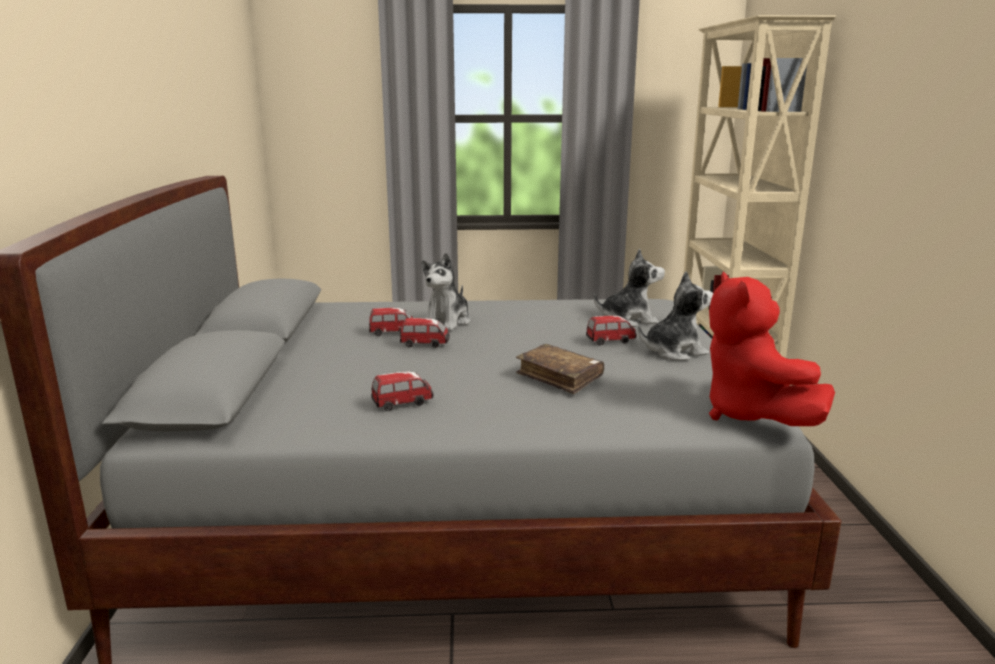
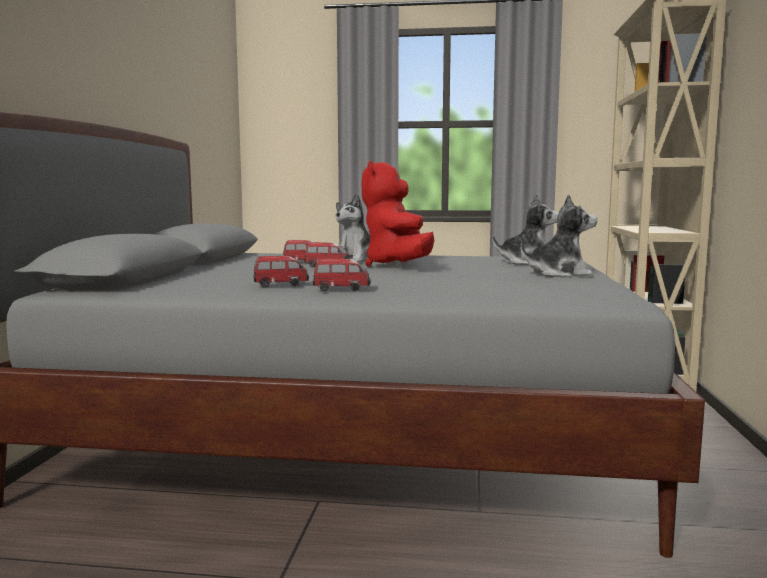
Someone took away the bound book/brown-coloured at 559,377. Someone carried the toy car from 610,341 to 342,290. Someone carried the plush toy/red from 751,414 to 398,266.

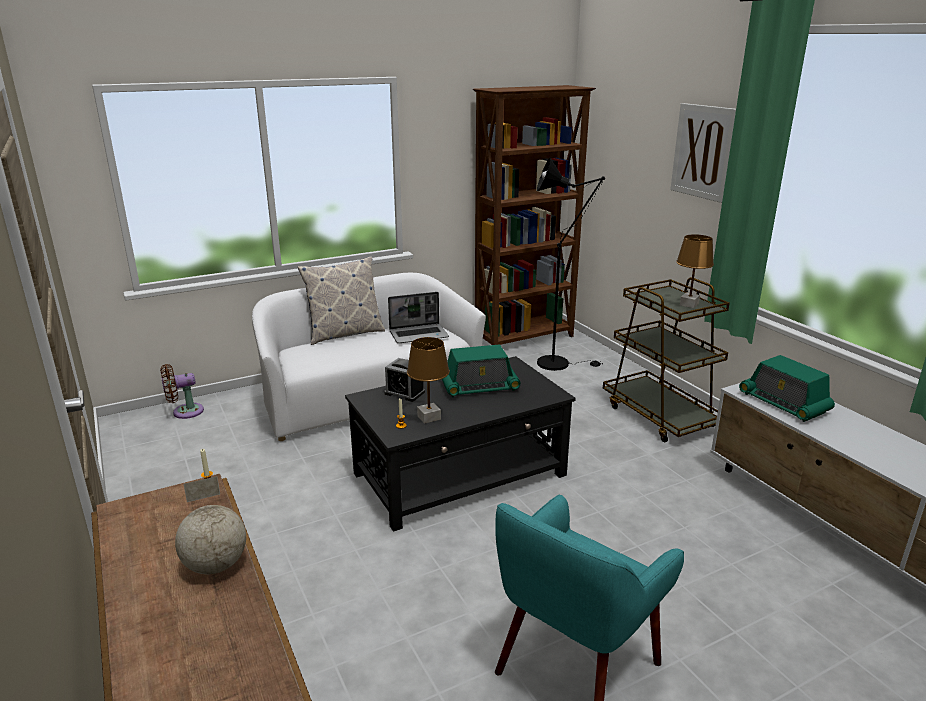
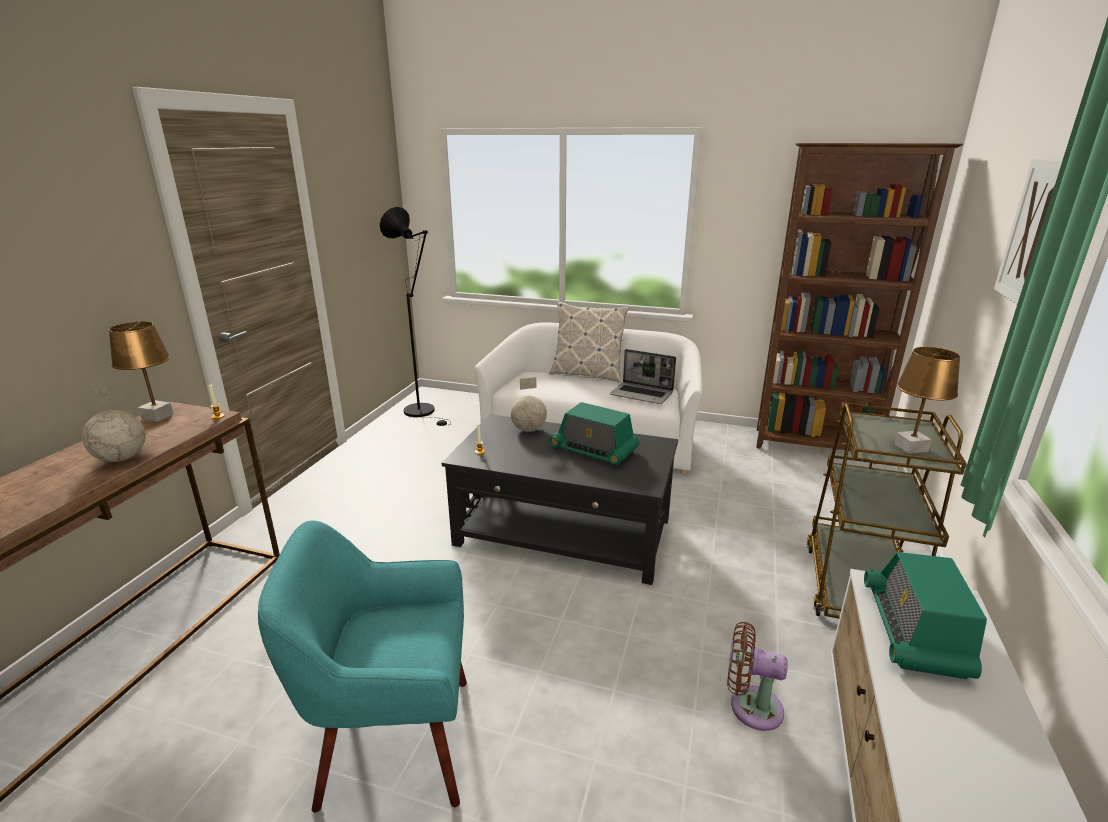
Someone carried the cooling fan/brown-coloured from 184,412 to 750,706. Someone swapped the table clock at 404,393 for the globe at 529,430. Someone carried the table lamp/brown-coloured from 429,418 to 157,416. Someone carried the standing lamp/black from 559,363 to 423,412.

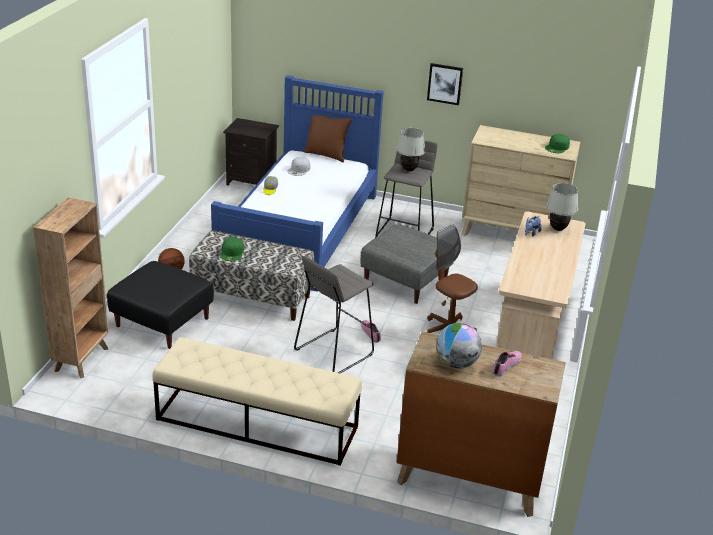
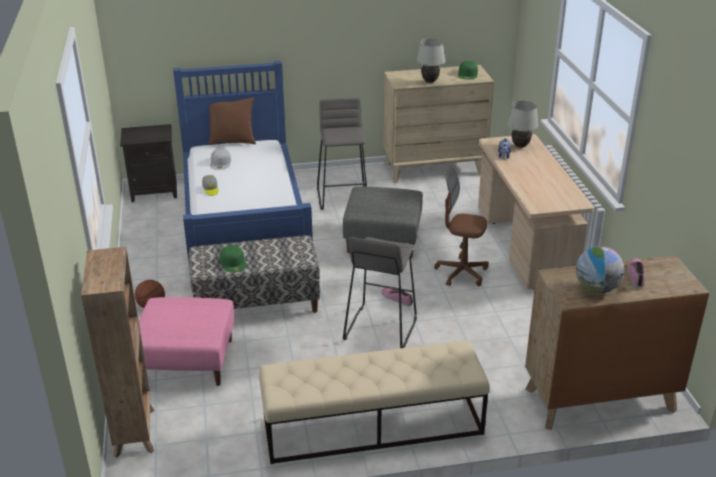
Someone repainted the pouffe/black at 163,322, which became the pouffe/pink at 188,360. Someone carried the table lamp/white-coloured from 408,170 to 429,81. Someone took away the picture at 445,83.

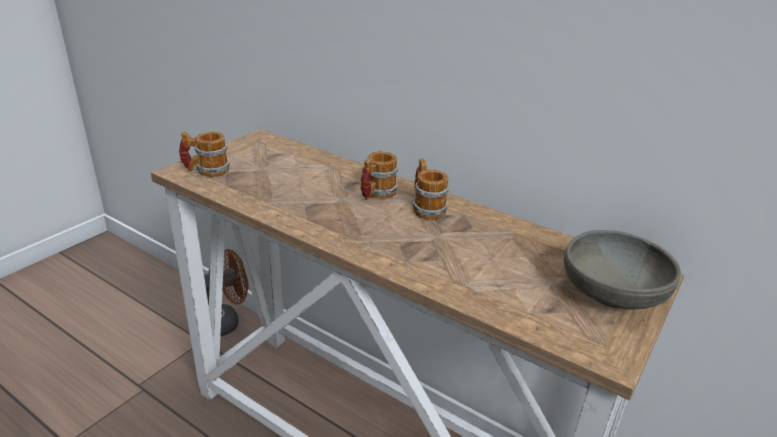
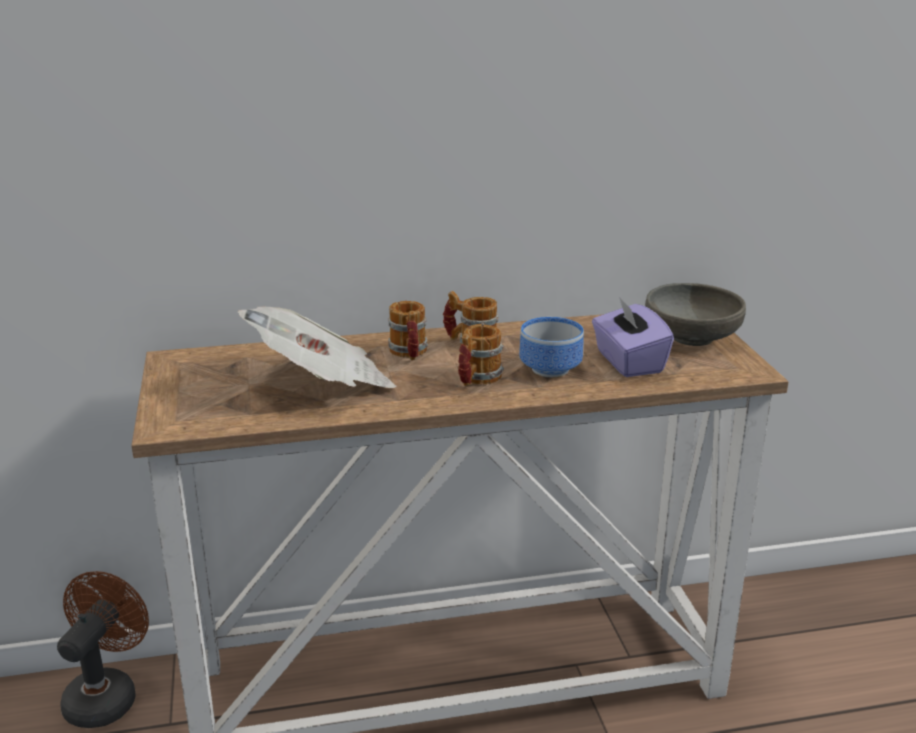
Someone carried the mug from 206,171 to 477,379. Someone put down the printed paper at 322,384. Someone put down the serving bowl at 550,370. Someone put down the box of tissues/purplish at 628,362.

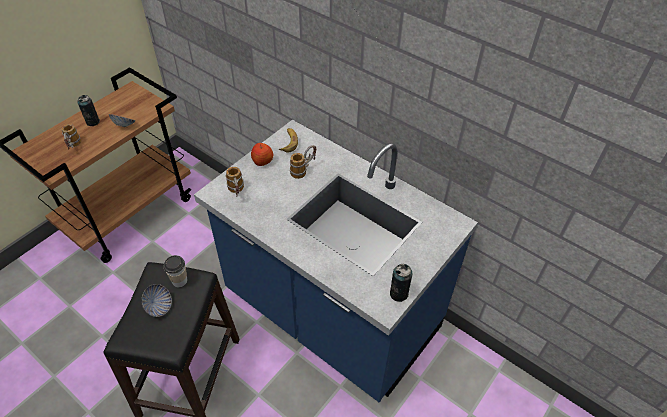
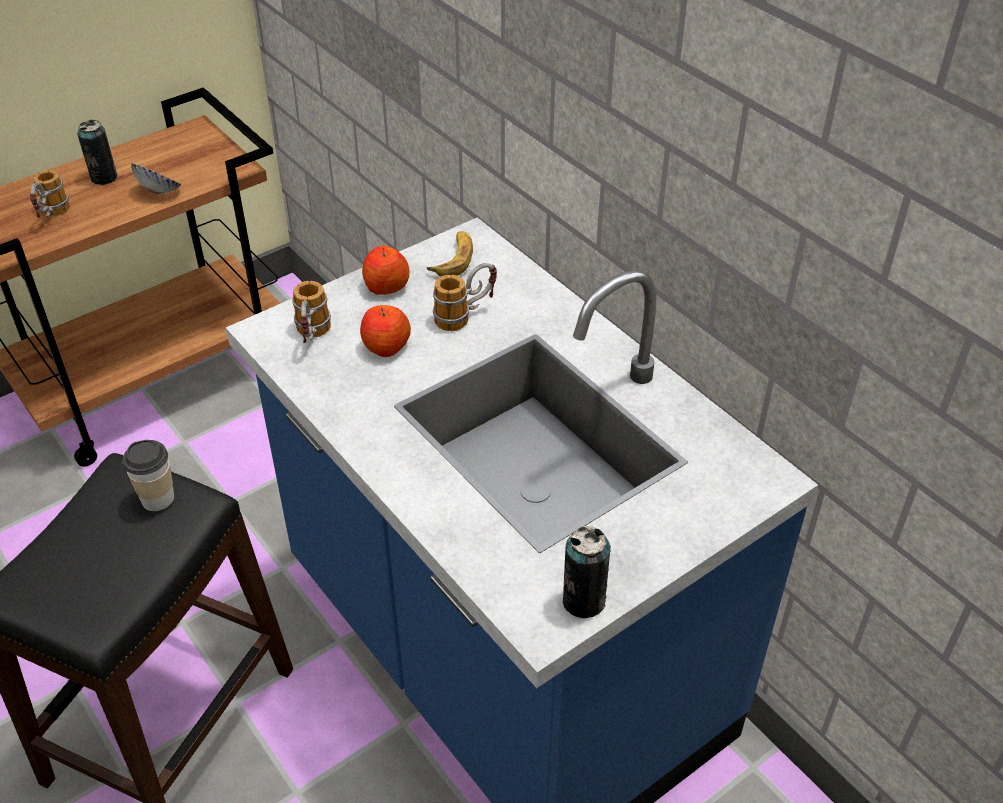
Someone took away the serving bowl at 159,307. Someone put down the apple at 386,346.

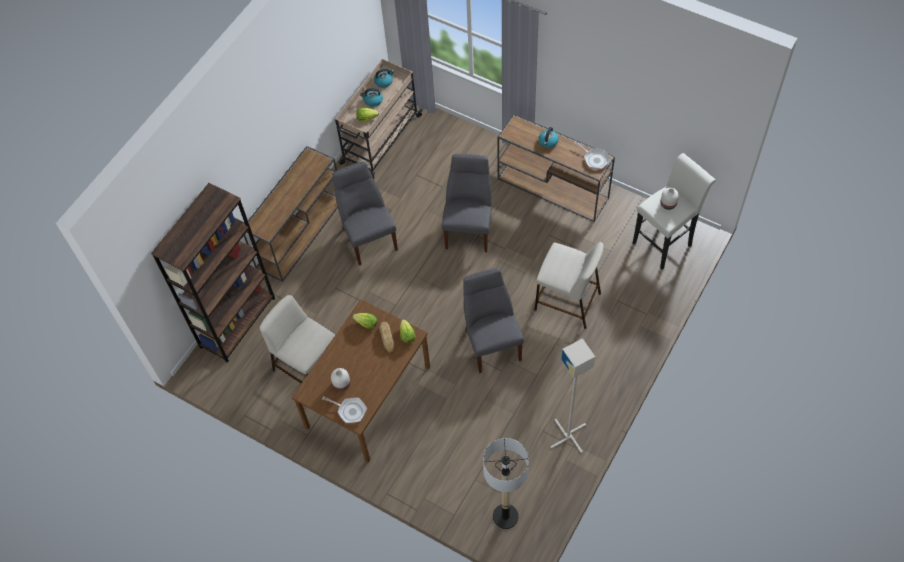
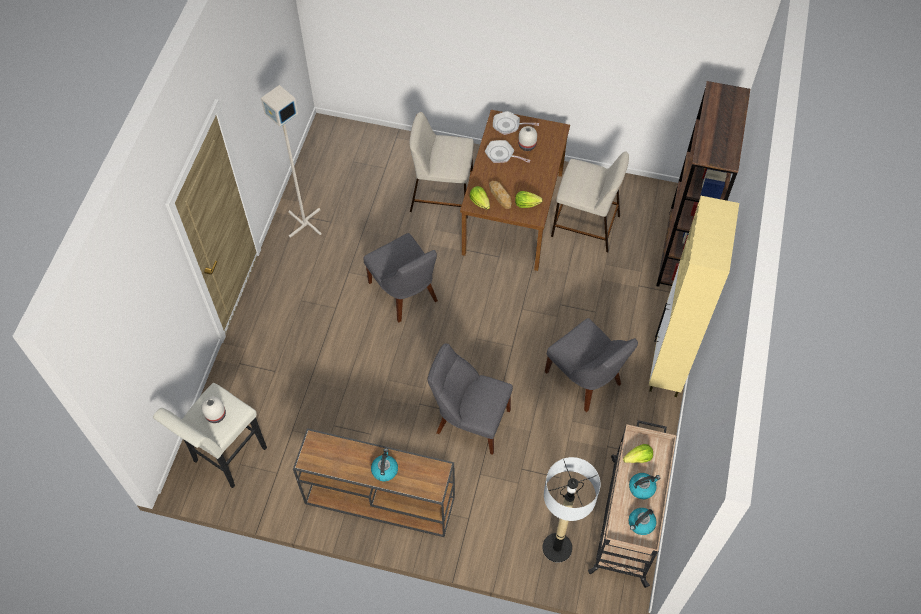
Someone swapped the hall table/brown-coloured at 300,232 for the cupboard/beige at 667,366. Someone rotated the chair/gray at 469,227 by 120 degrees clockwise. Someone carried the standing lamp from 505,516 to 557,547. Someone carried the stool seat/beige from 566,301 to 443,196. Someone carried the skillet from 594,159 to 502,154.

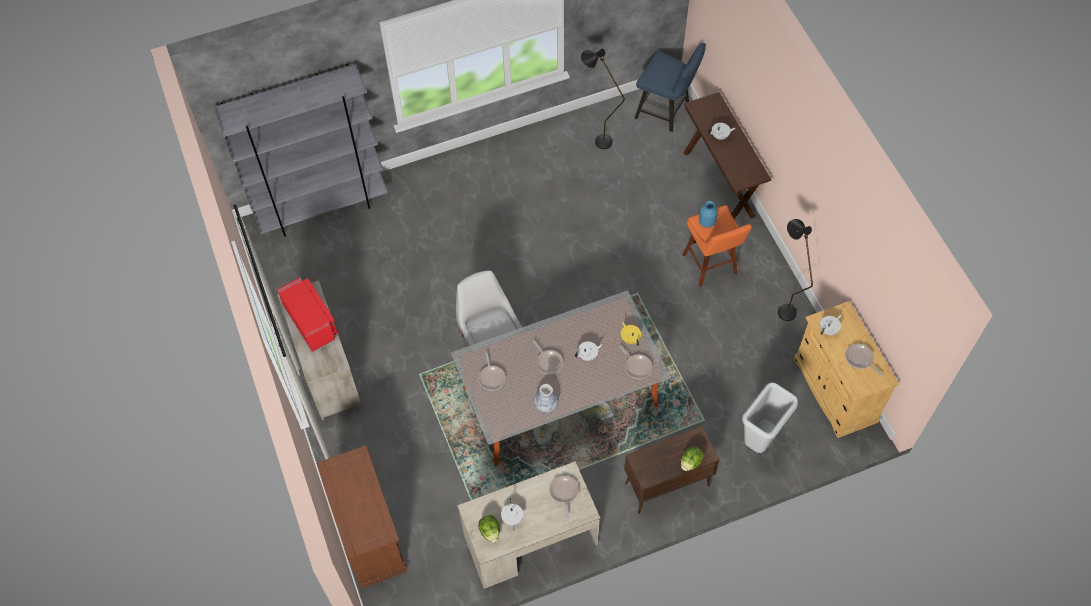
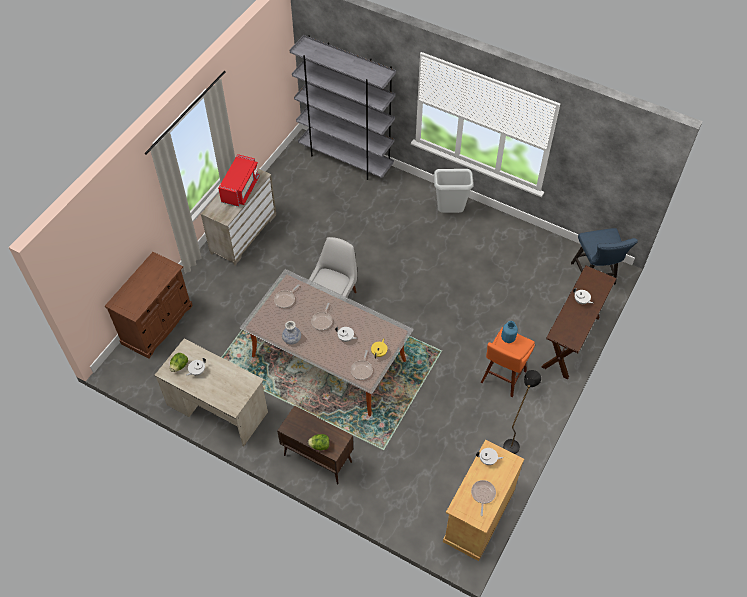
Someone took away the skillet at 563,493. Someone took away the standing lamp/black at 597,139. Someone carried the trash can/gray from 760,440 to 449,212.

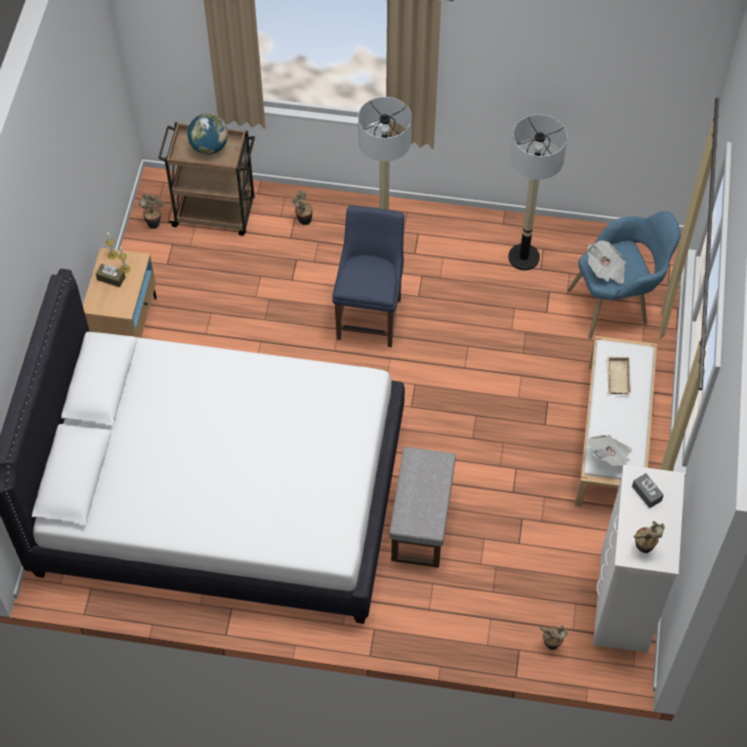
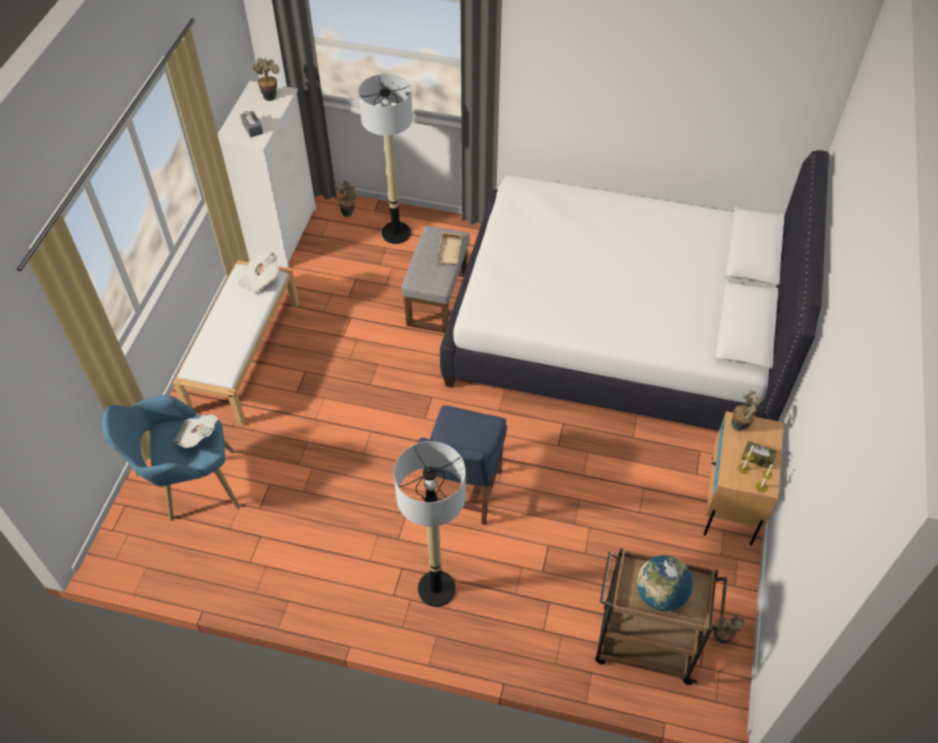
Someone carried the plant in a pot from 303,220 to 740,426. Someone carried the standing lamp from 523,257 to 396,233. Someone carried the carrying tray/beige from 616,377 to 450,252.

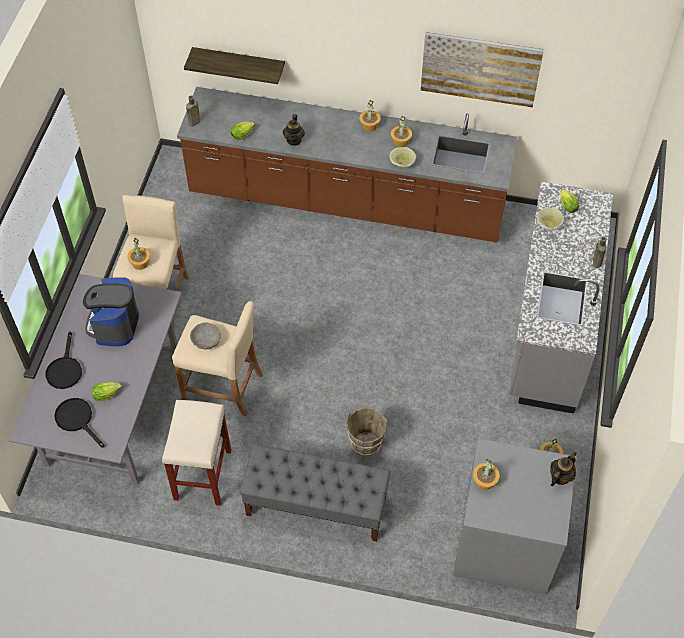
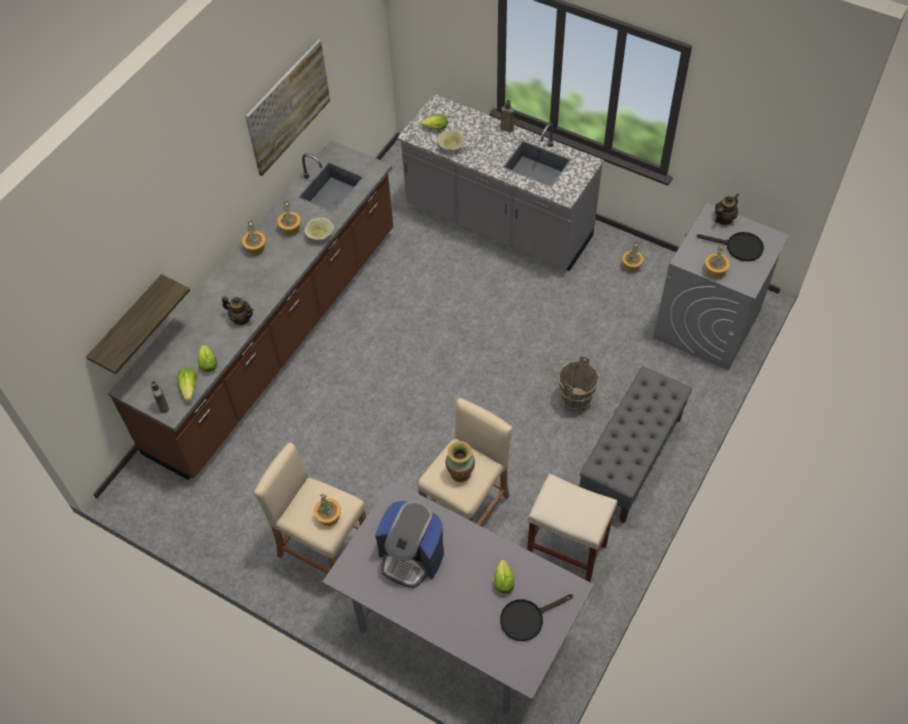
Someone carried the skillet/black from 64,369 to 738,247. Someone swapped the serving bowl/gray at 206,340 for the decorative vase at 460,473. Someone rotated the teapot at 560,477 by 75 degrees clockwise. Someone put down the head of lettuce at 189,388.

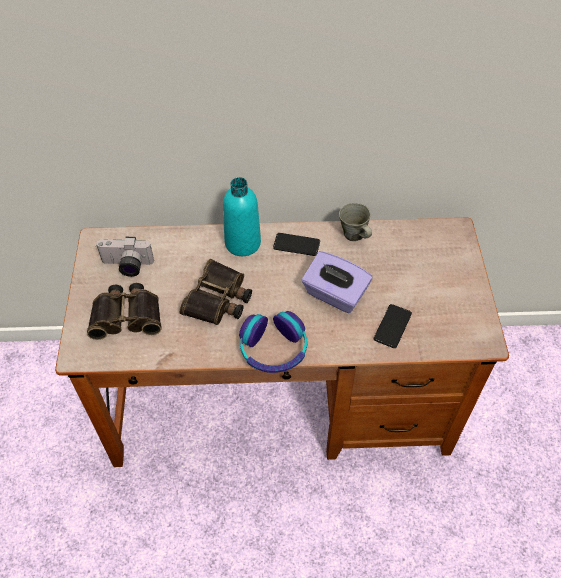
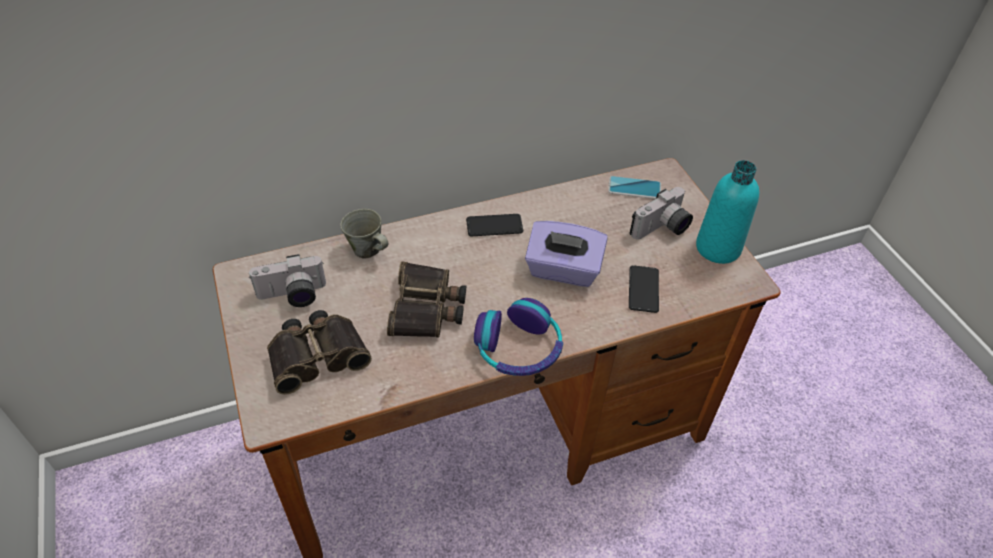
Someone carried the beverage bottle/blue-green from 242,243 to 718,248. Someone carried the mug/gray from 354,235 to 367,250. Someone put down the handset at 634,188. Someone put down the still camera at 662,229.

